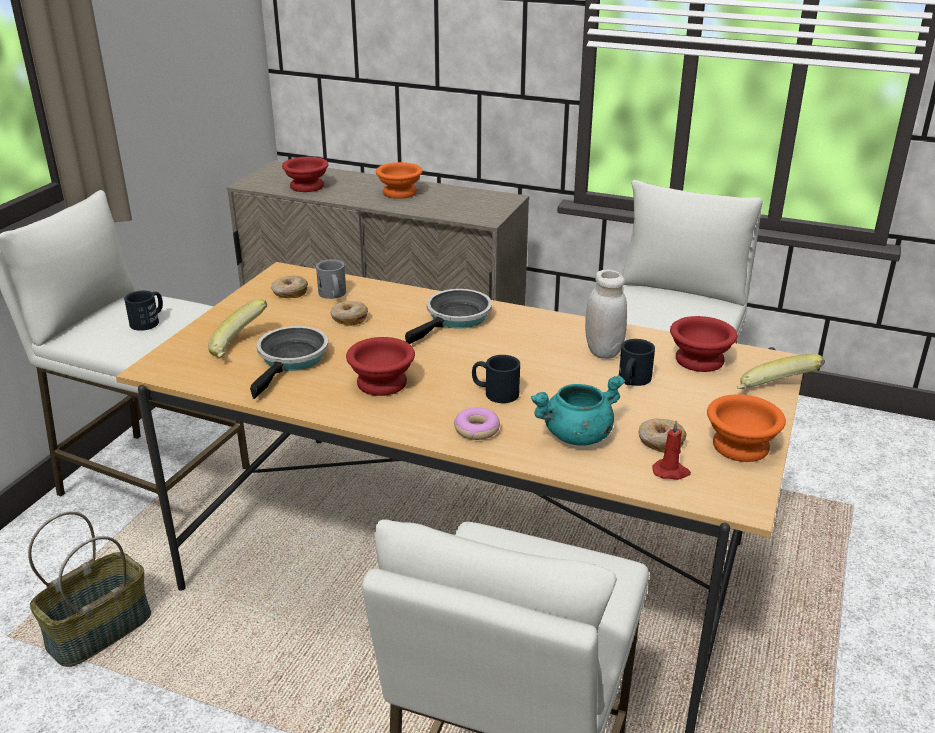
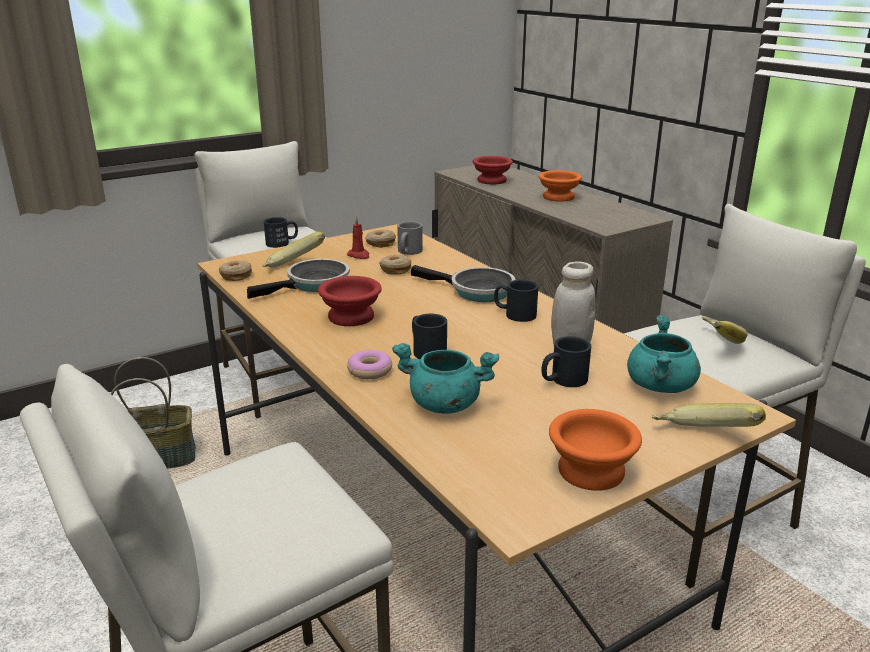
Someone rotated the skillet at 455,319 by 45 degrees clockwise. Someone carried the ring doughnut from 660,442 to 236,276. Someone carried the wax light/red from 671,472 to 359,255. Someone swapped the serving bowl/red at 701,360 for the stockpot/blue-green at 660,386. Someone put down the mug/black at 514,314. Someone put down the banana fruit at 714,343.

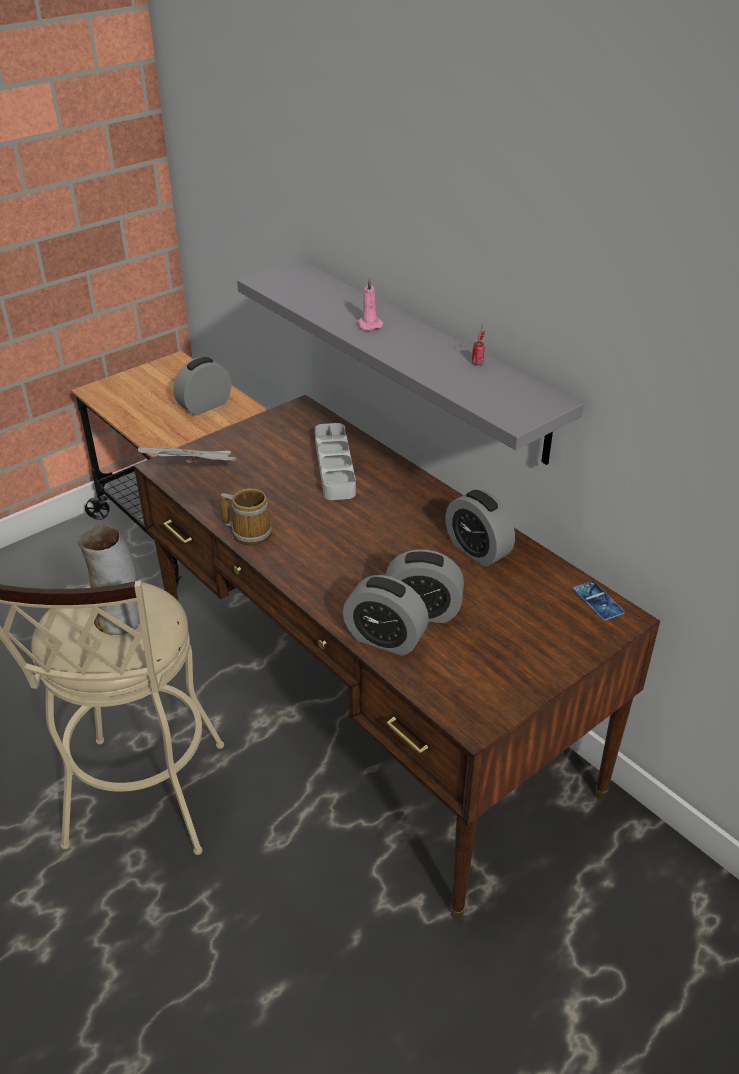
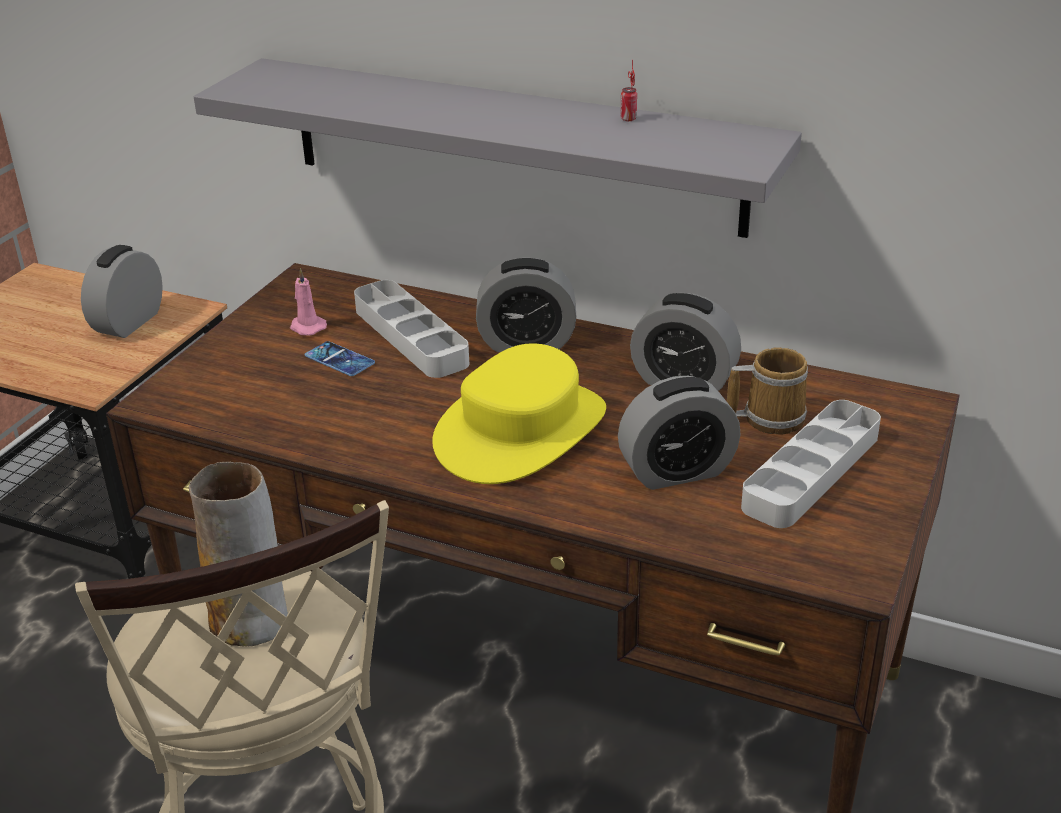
Someone took away the printed paper at 195,475. Someone carried the mug from 250,532 to 769,417. Someone carried the table clock from 385,639 to 527,342. Someone carried the wax light/pink from 368,324 to 307,327. Someone carried the handset from 598,601 to 339,359. Someone put down the hat/yellow-coloured at 521,431. Someone put down the carrying tray/gray at 811,471.

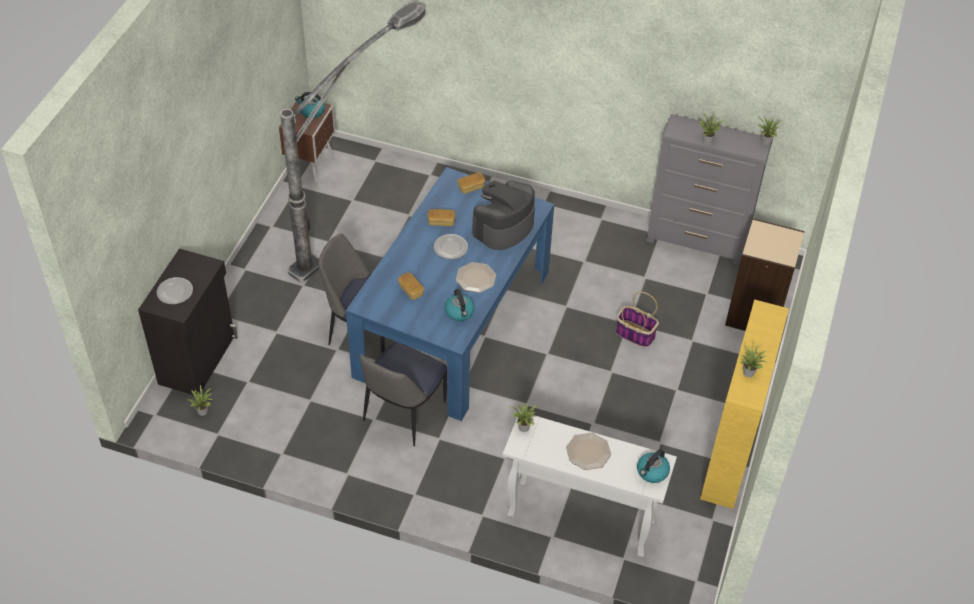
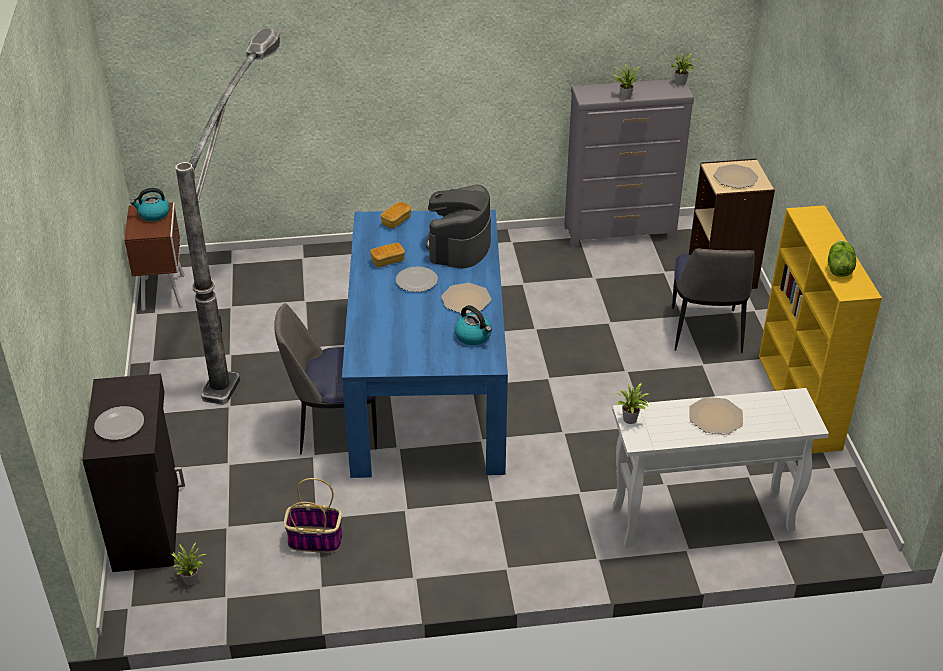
Someone carried the chair from 403,413 to 705,332. Someone took away the baked bread at 411,290. Someone carried the basket from 634,334 to 314,540. Someone took away the kettle at 652,472. Someone swapped the plant in a pot at 749,372 for the head of lettuce at 838,269. Someone put down the plate at 735,177.

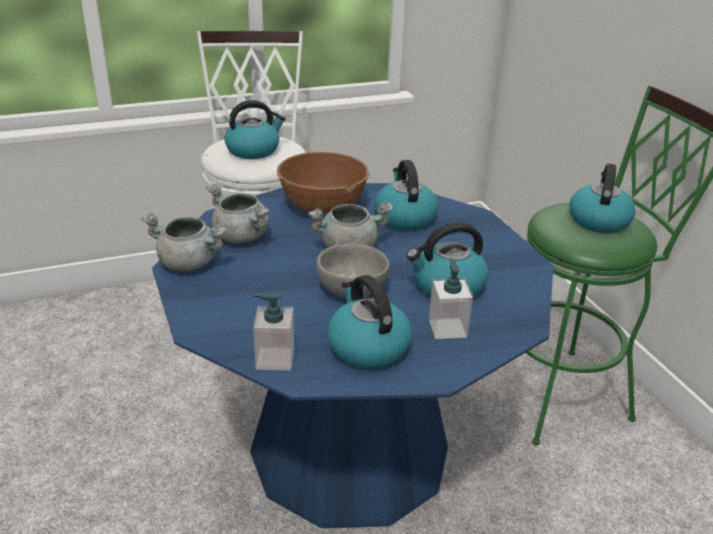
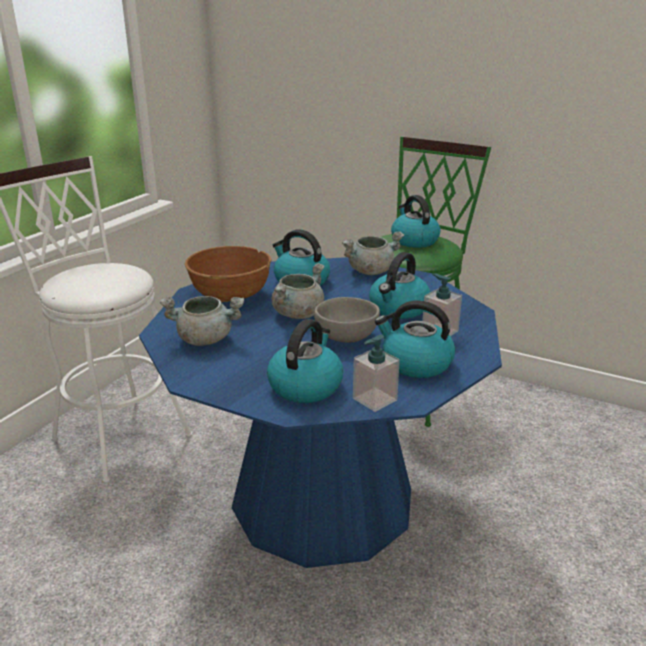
Someone carried the stockpot/gray from 189,263 to 371,271. Someone carried the kettle from 253,150 to 305,385.

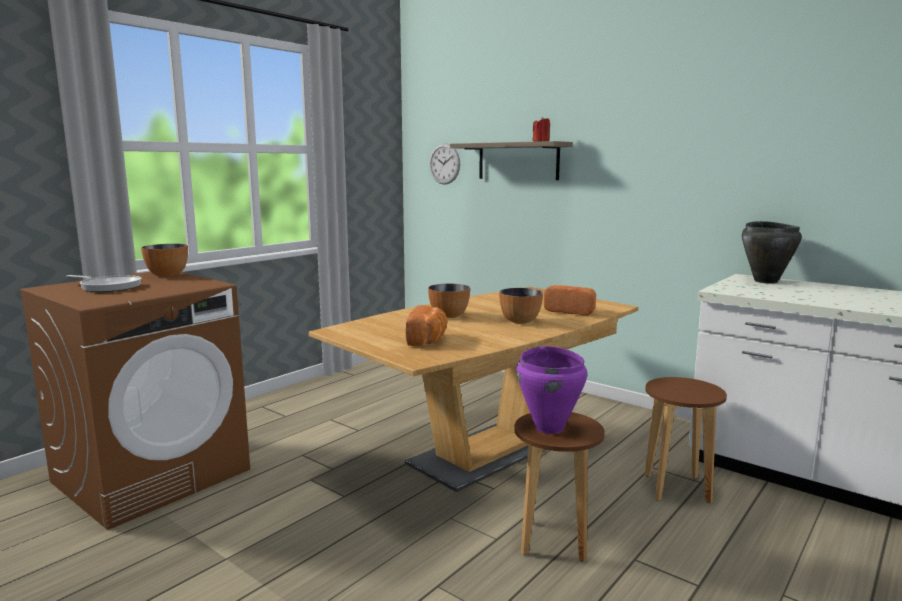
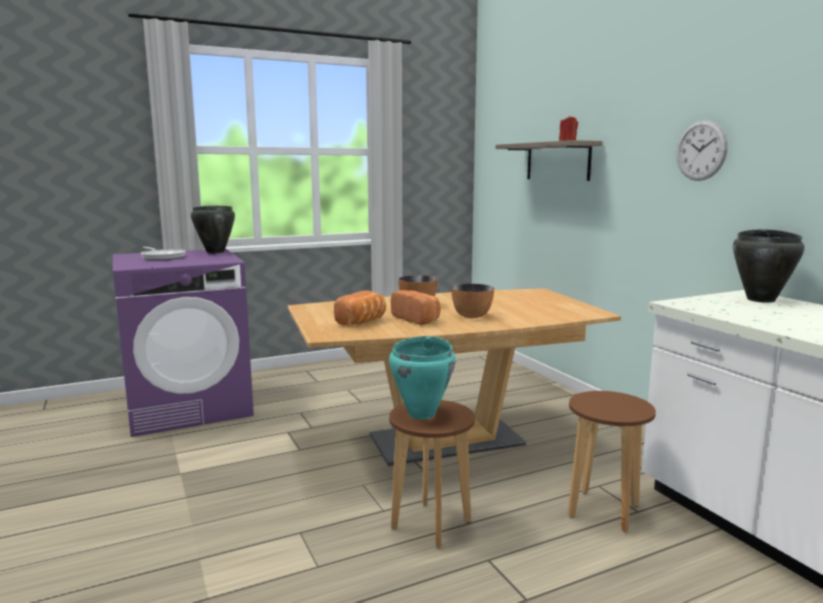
Someone repainted the laundry appliance/brown-coloured at 153,475, which became the laundry appliance/purplish at 189,407. Someone swapped the serving bowl at 167,275 for the stockpot/black at 215,252. Someone carried the clock on the wall from 444,164 to 701,150. Someone repainted the stockpot/purplish at 549,428, which became the stockpot/blue-green at 422,414. Someone carried the baked bread from 571,311 to 417,319.

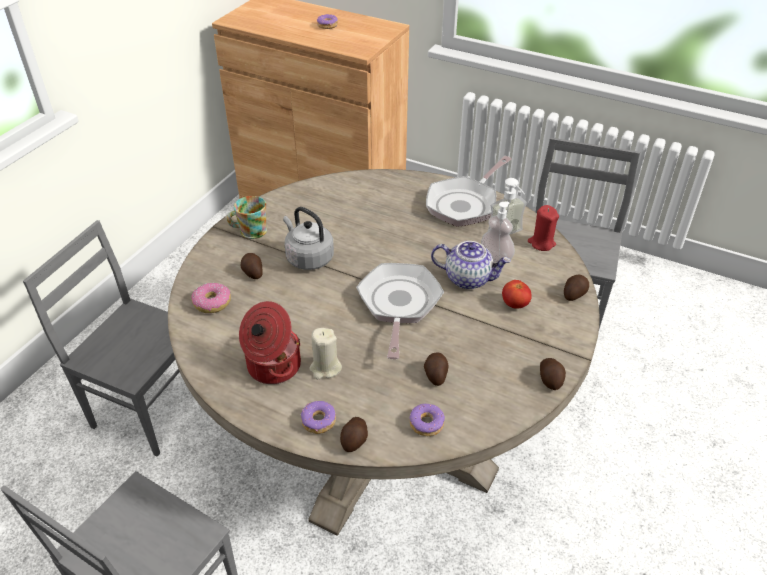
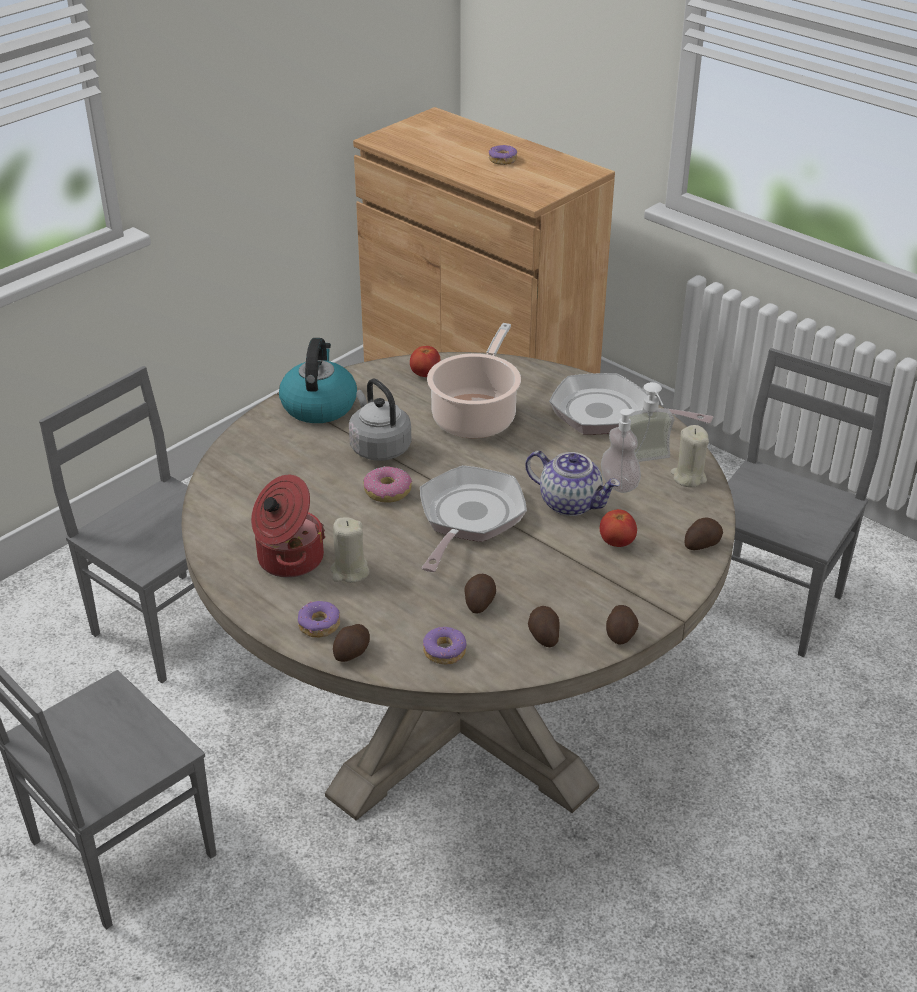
Someone carried the ring doughnut from 212,303 to 388,491. Someone swapped the mug at 249,231 for the kettle at 319,405. Someone carried the spud from 252,272 to 543,635. Someone rotated the skillet at 465,203 by 60 degrees clockwise. Someone repainted the wax light/red at 541,243, which became the wax light/beige at 688,477. Someone put down the whole tomato at 425,374. Someone put down the stockpot at 476,416.

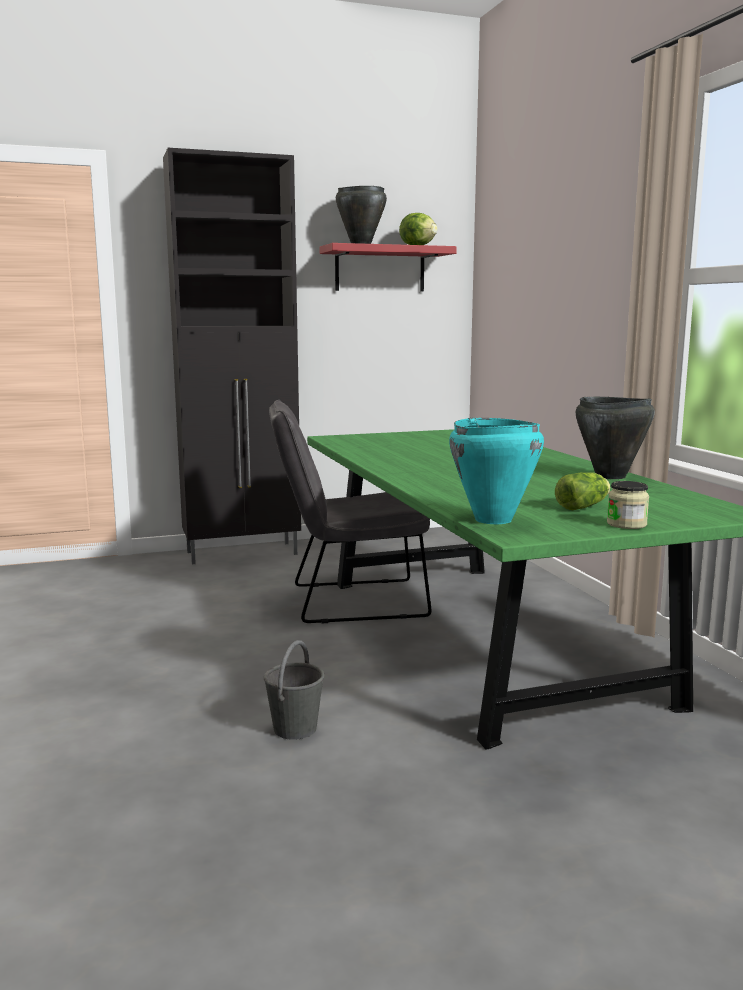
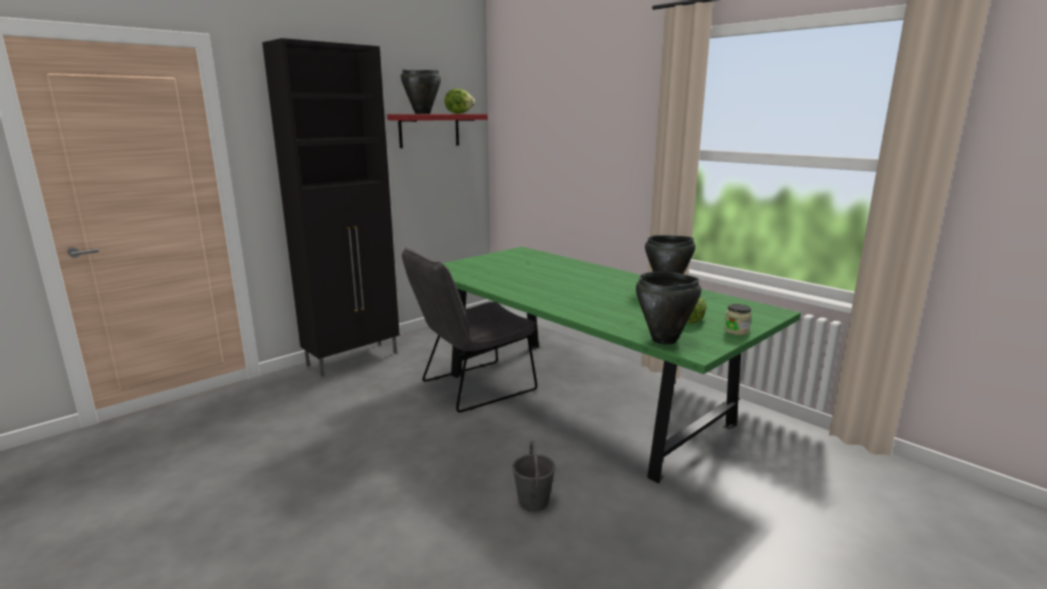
Someone repainted the stockpot/blue-green at 493,520, which became the stockpot/black at 664,340.

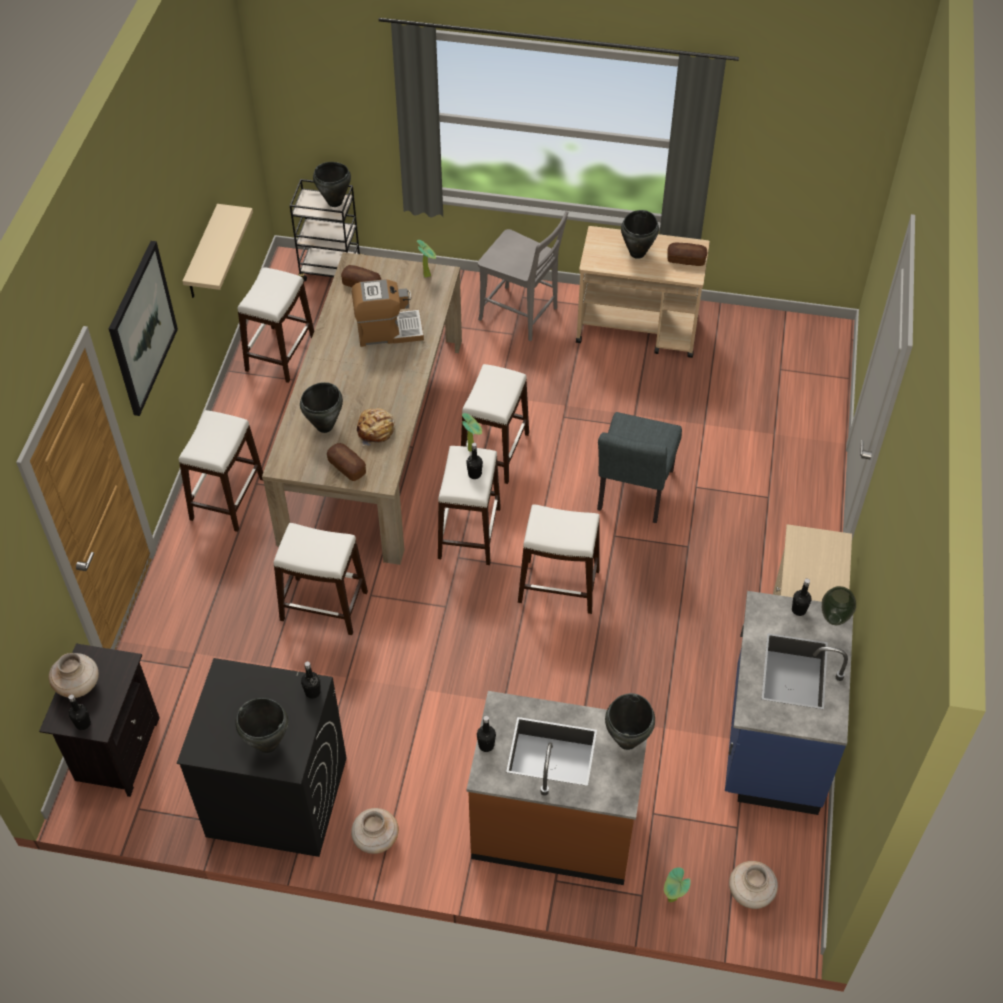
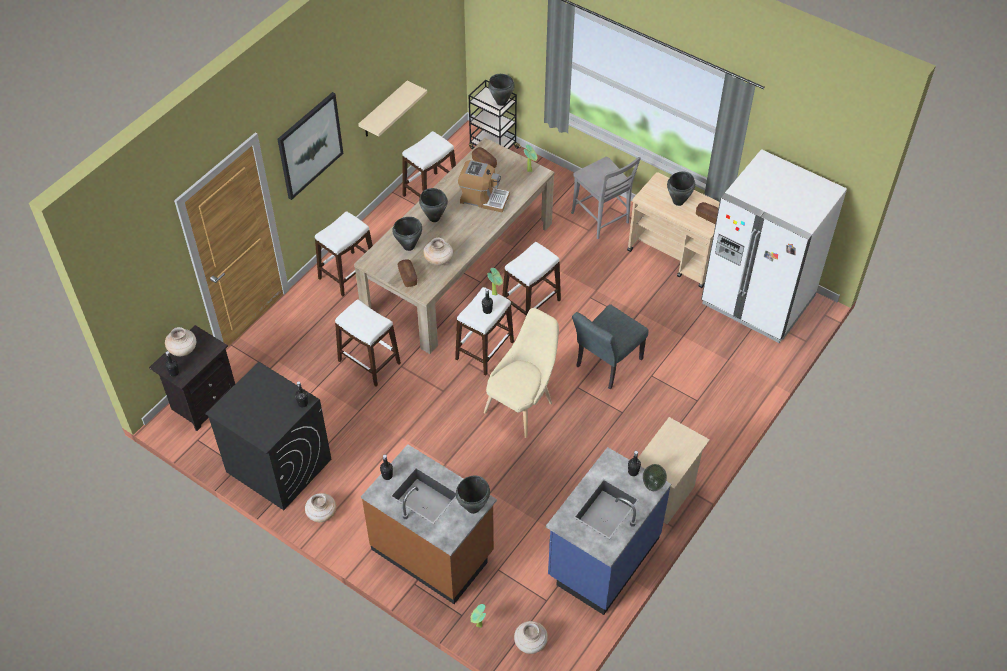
Someone carried the stockpot/black from 267,744 to 434,218. Someone swapped the baked bread at 376,430 for the decorative vase/beige at 438,260. Someone swapped the stool seat/white-coloured at 558,586 for the chair/beige at 522,405. Someone put down the fridge/white-coloured at 757,300.

